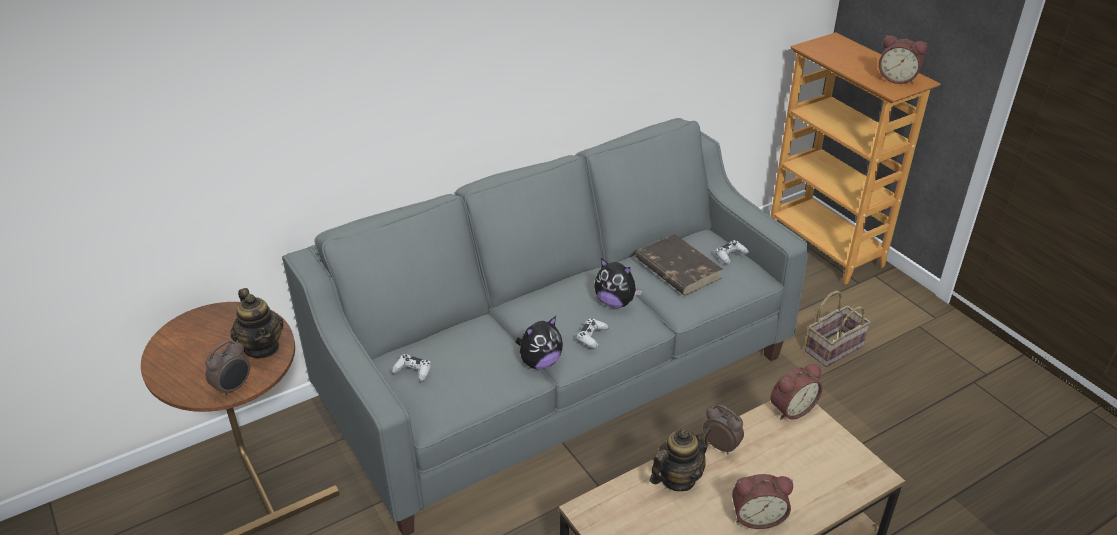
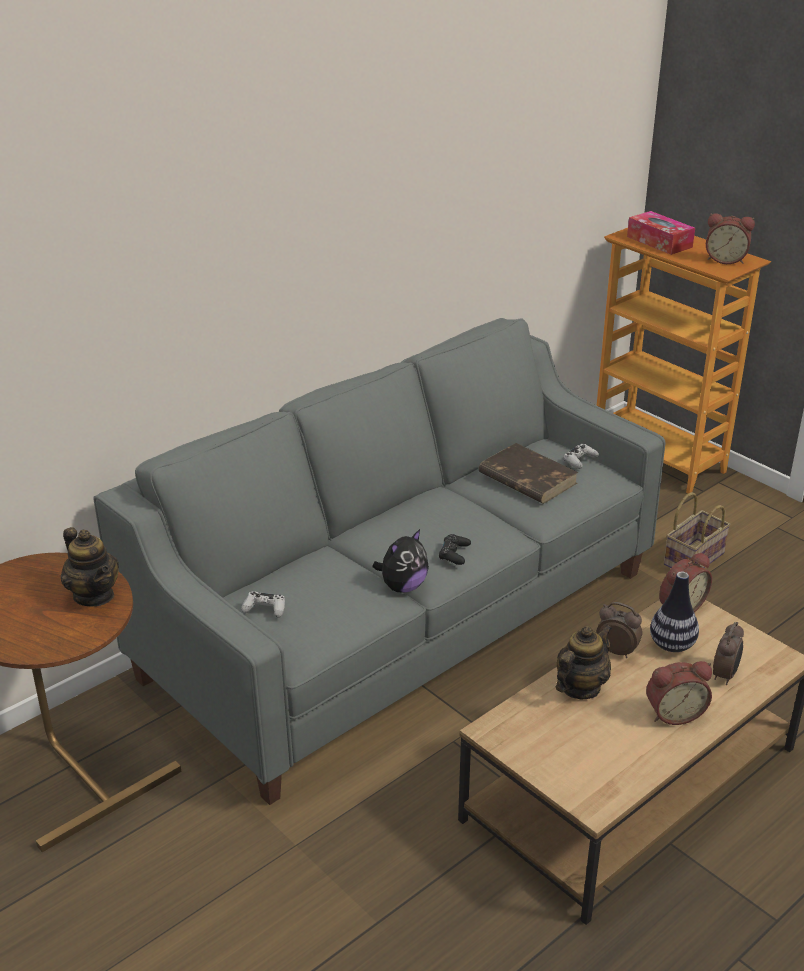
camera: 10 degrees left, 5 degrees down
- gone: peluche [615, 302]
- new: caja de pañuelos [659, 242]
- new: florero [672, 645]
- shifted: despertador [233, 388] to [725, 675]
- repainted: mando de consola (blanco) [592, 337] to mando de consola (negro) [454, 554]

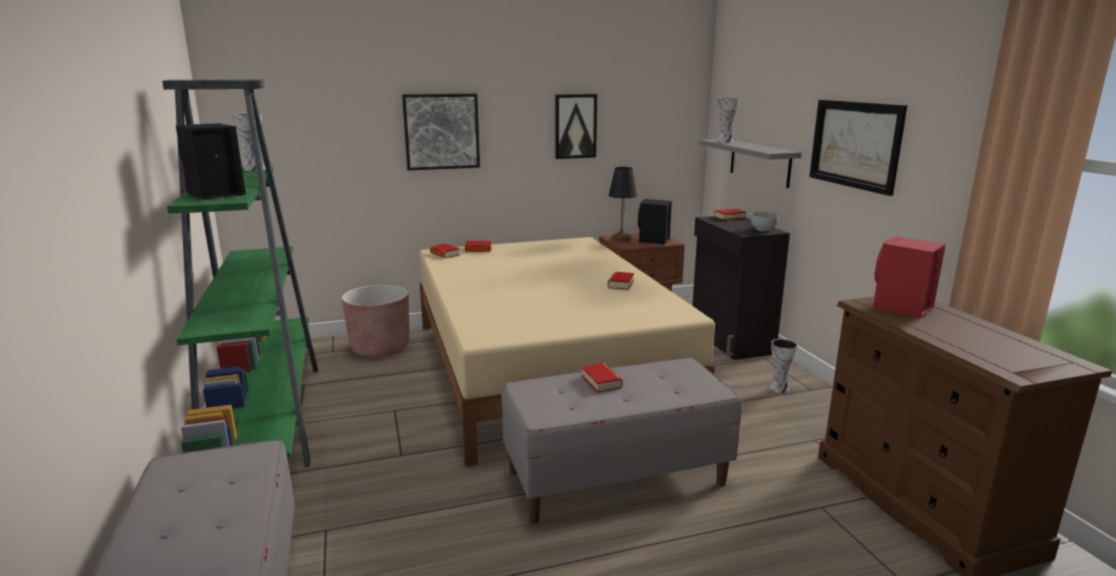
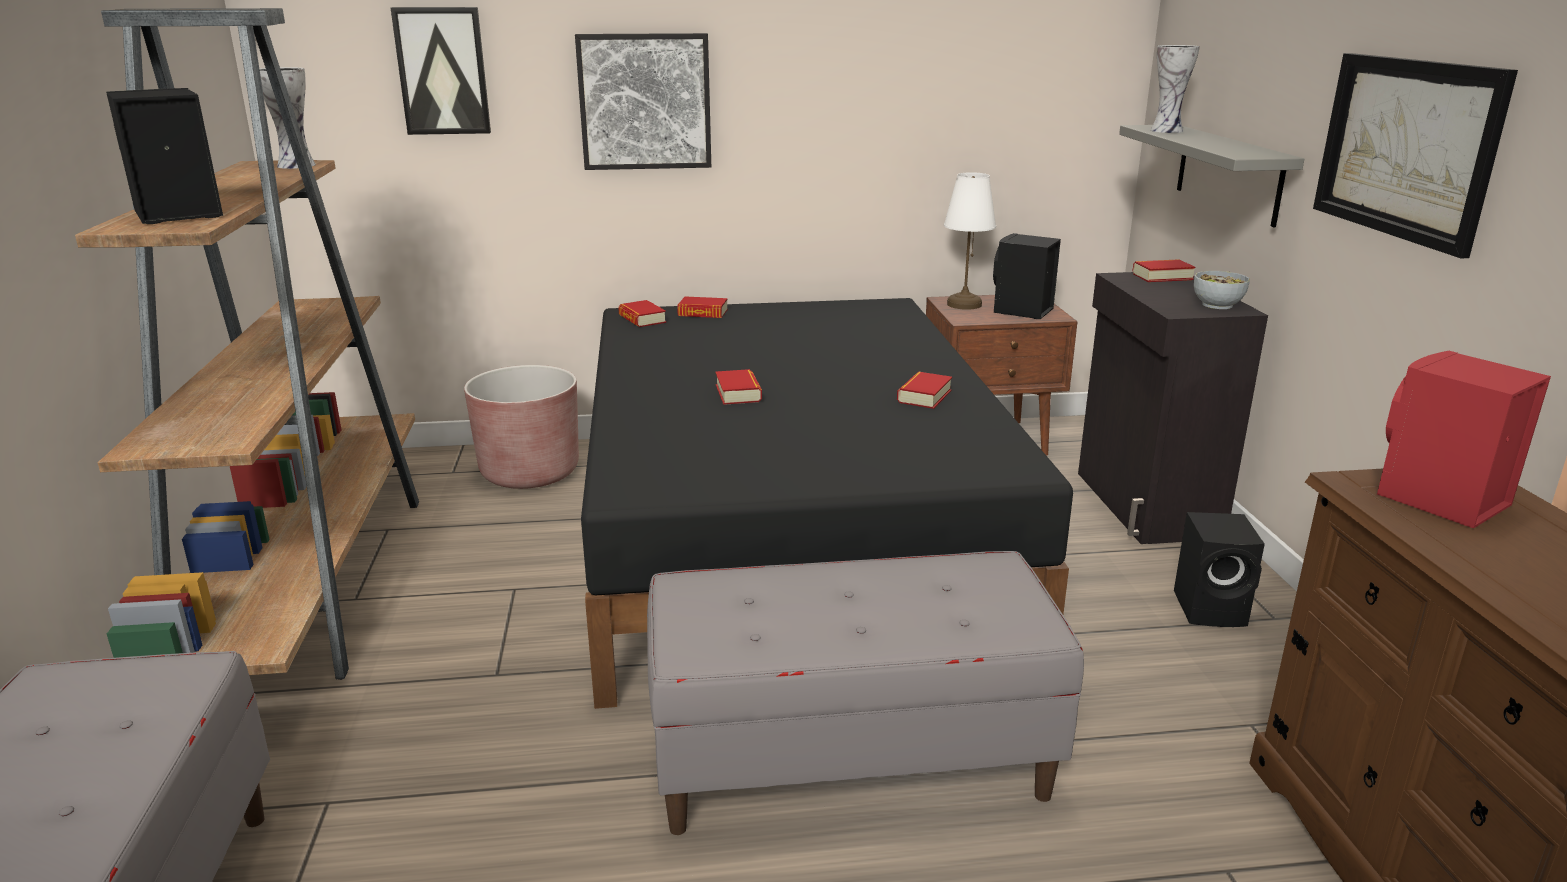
camera: 10 degrees right, 5 degrees up
- shifted: cuadro [575, 126] to [442, 71]
- shifted: libro [601, 382] to [738, 393]
- swapped: florero [779, 388] to altavoz (negro) [1212, 609]
- repainted: estantería (verde) [266, 416] to estantería (marrón) [310, 580]
- repainted: cama (beis) [544, 368] to cama (negro) [790, 533]
- repainted: lámpara de mesa (negro) [621, 239] to lámpara de mesa (blanco) [964, 304]

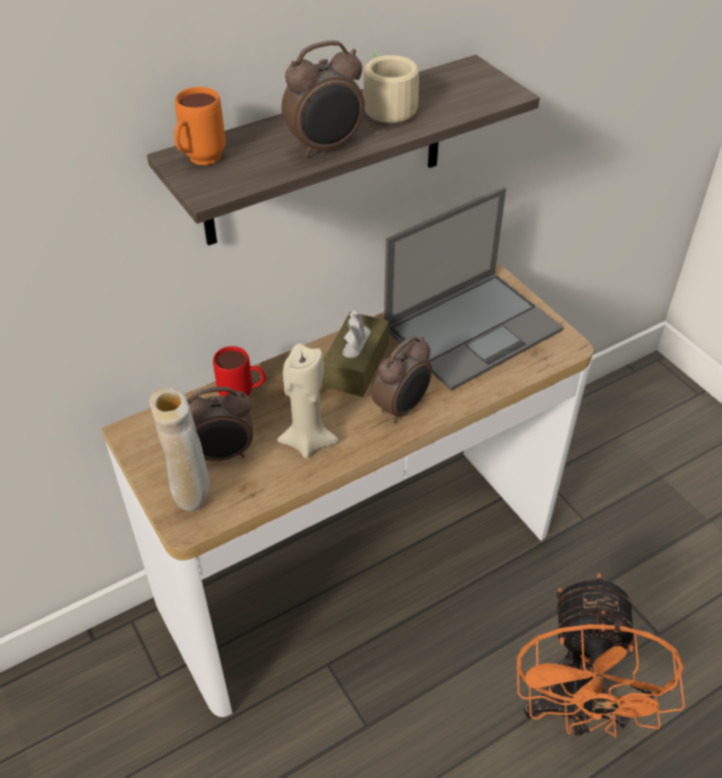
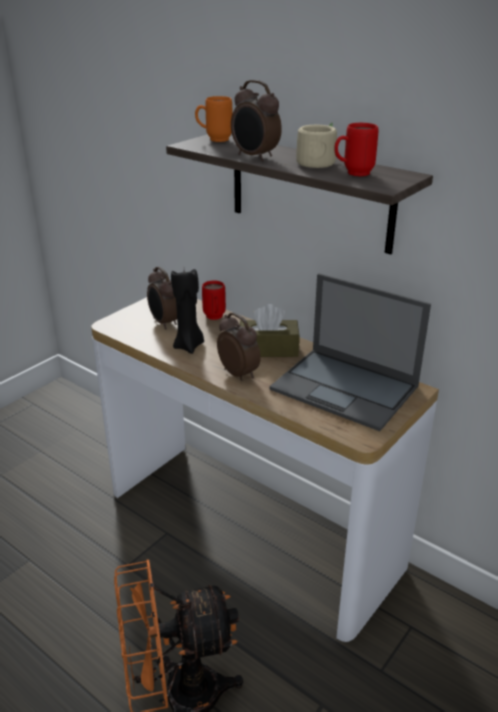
camera: 70 degrees right, 15 degrees down
- gone: florero (beis) [193, 499]
- new: taza grande (rojo) [352, 174]
- repainted: vela (beis) [307, 441] to vela (negro) [189, 346]
- rotated: despertador [402, 408] = [239, 373] 150 degrees counterclockwise

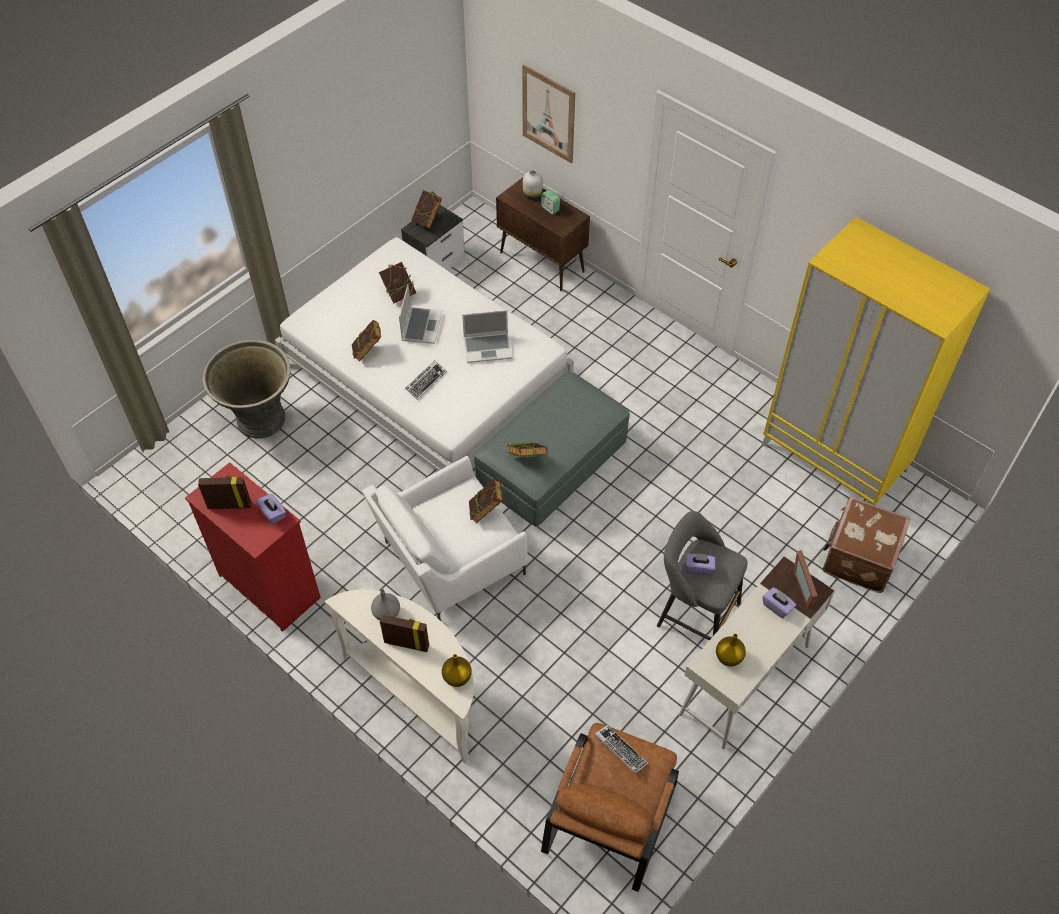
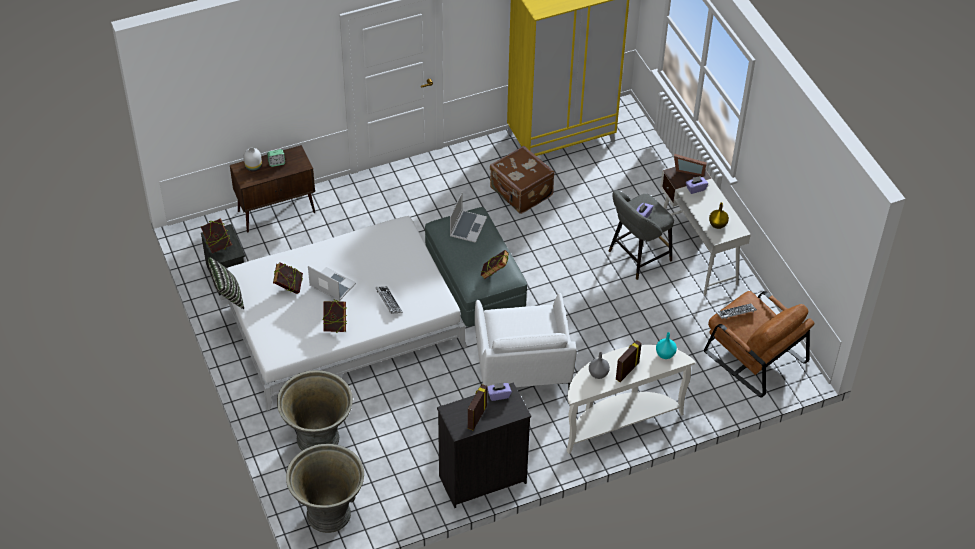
camera: 65 degrees left, 5 degrees down
- gone: libro [486, 511]
- gone: cuadro [548, 114]
- new: cojín [227, 296]
- new: maceta (gris) [329, 513]
- shifted: portátil [488, 348] to [467, 227]
- shifted: maleta (marrón) [858, 557] to [520, 192]
- repainted: cómoda (rojo) [269, 585] to cómoda (negro) [481, 479]
- repainted: florero (amarillo) [456, 678] to florero (turquesa) [665, 354]

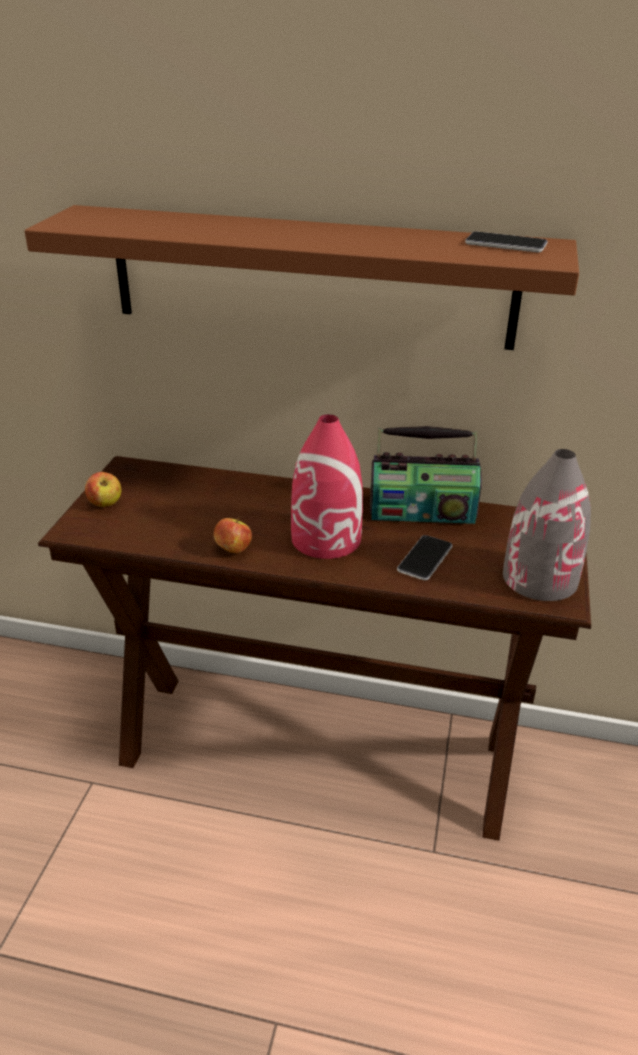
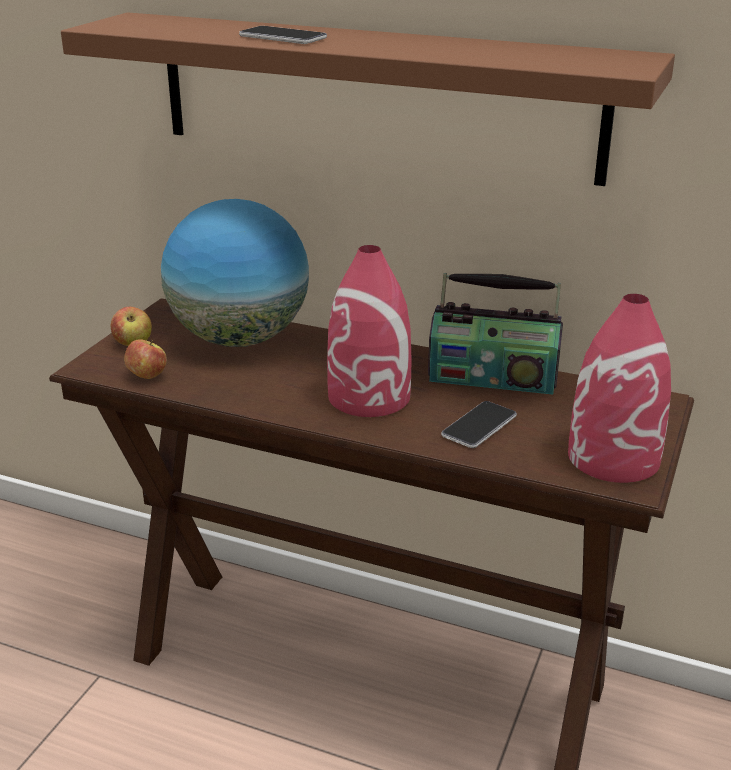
camera: 10 degrees right, 5 degrees down
- new: globo terráqueo [239, 339]
- shifted: manzana [233, 550] to [147, 376]
- shifted: móvil [505, 244] to [282, 37]
- repainted: florero (gris) [540, 578] to florero (rojo) [614, 457]

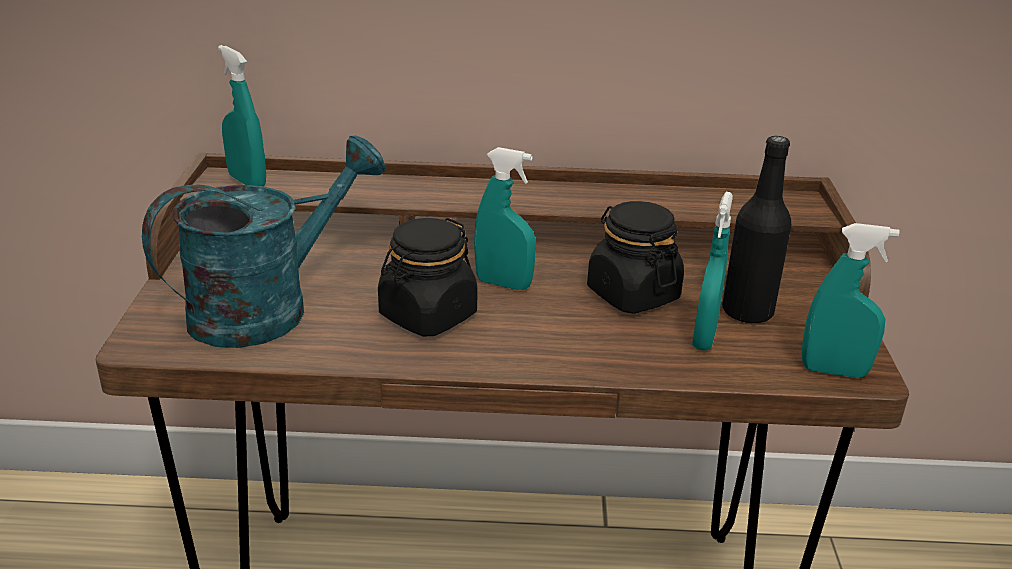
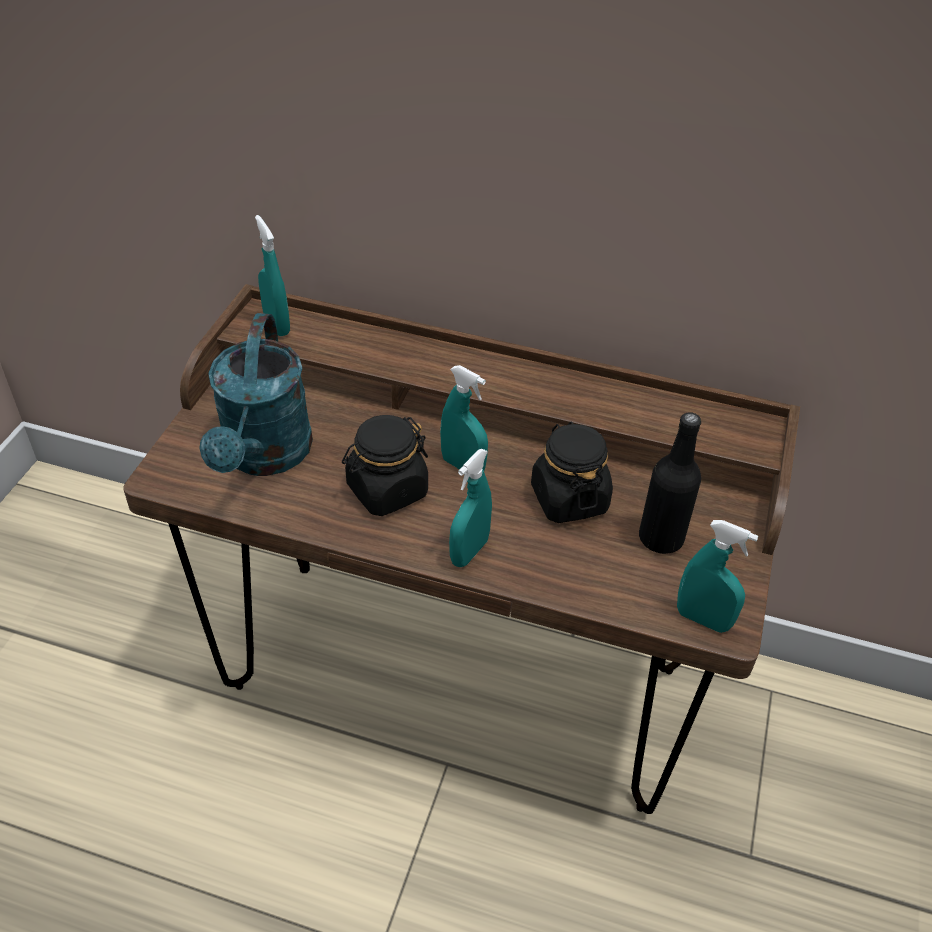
camera: 15 degrees right, 15 degrees up
- shifted: pulverizador (turquesa) [704, 338] to [469, 552]
- rotated: regadera (turquesa) [268, 307] = [264, 457] 120 degrees clockwise

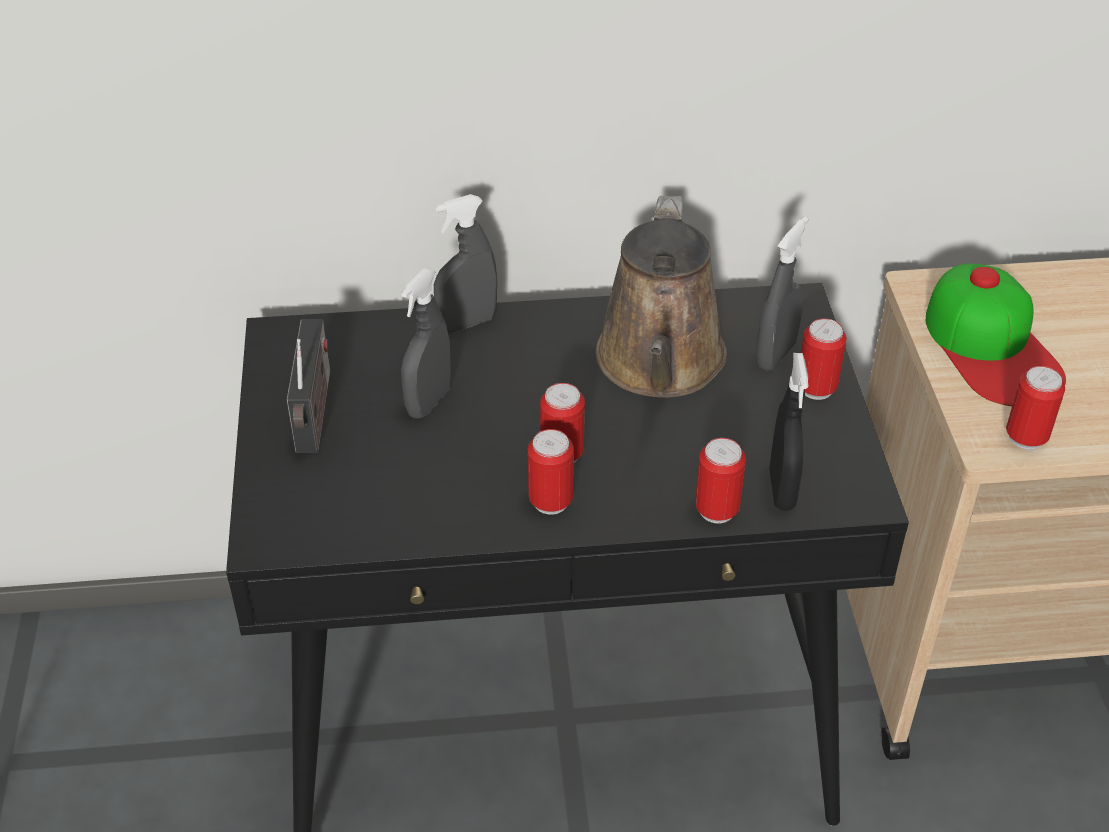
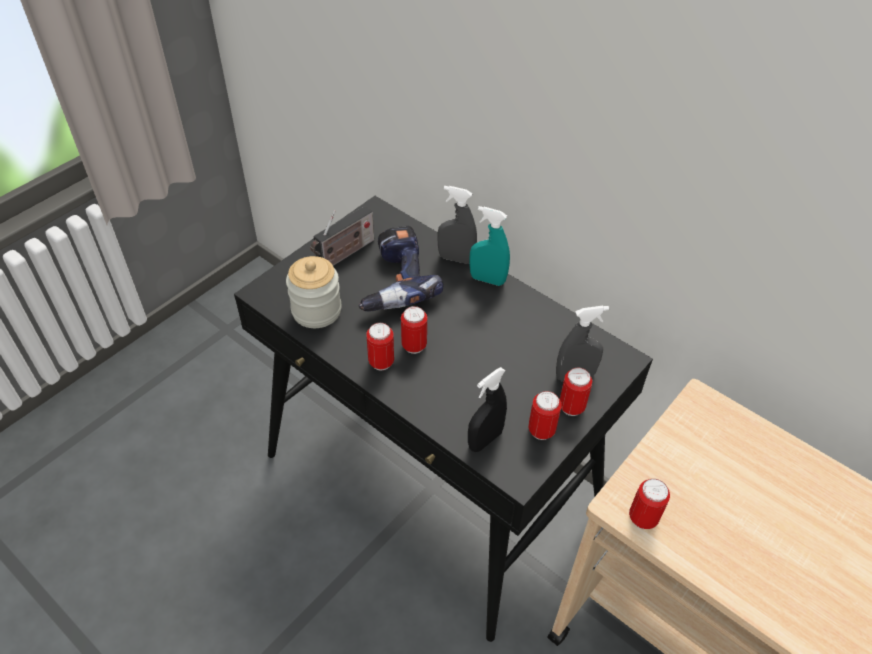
camera: 45 degrees right, 5 degrees up
- gone: regadera (marrón) [660, 364]
- gone: gorra [992, 347]
- new: tarro [316, 311]
- new: pulverizador (turquesa) [487, 279]
- shifted: lata [716, 510] to [541, 431]
- swapped: pulverizador (gris) [429, 402] to taladro [393, 282]

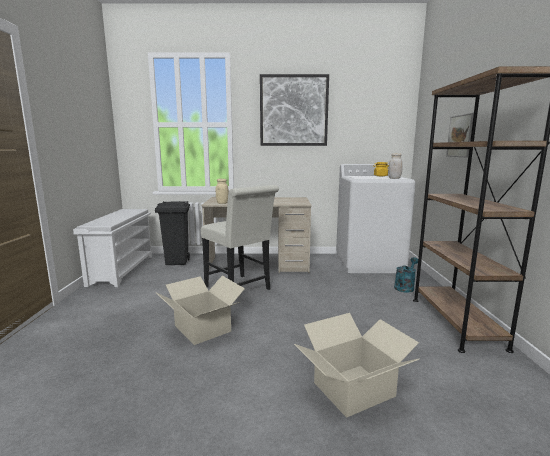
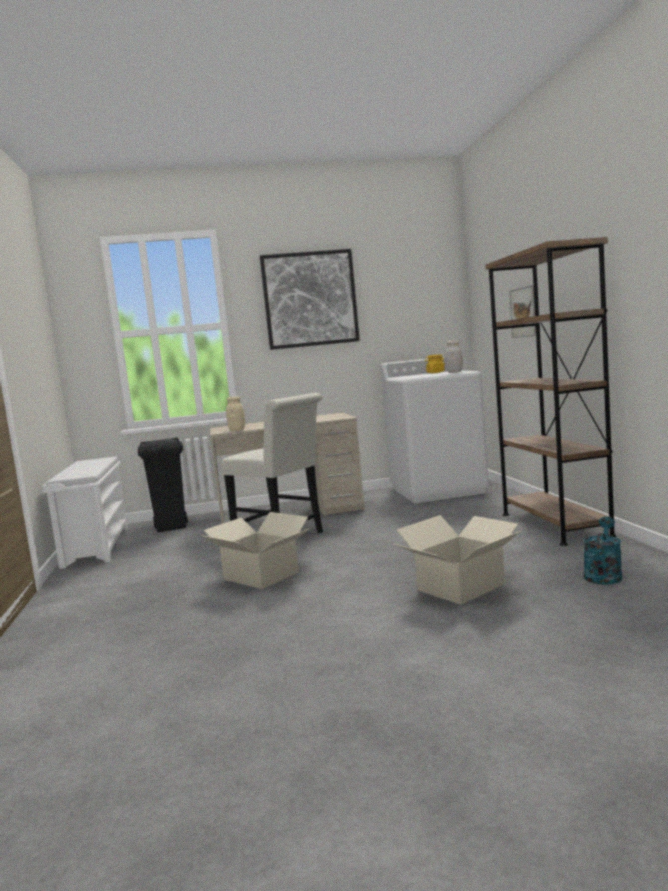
camera: 10 degrees left, 5 degrees down
- shifted: regadera (turquesa) [405, 287] to [603, 574]

